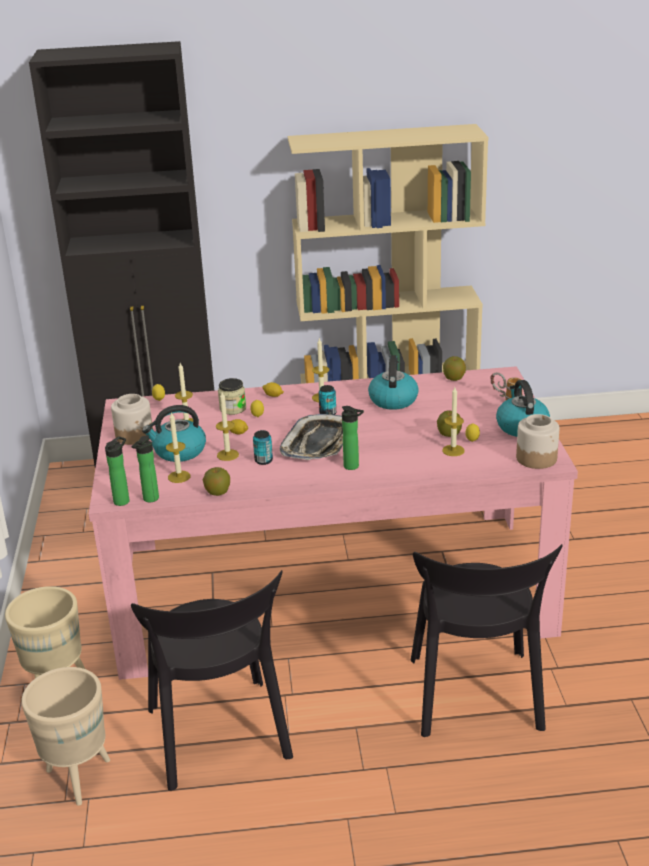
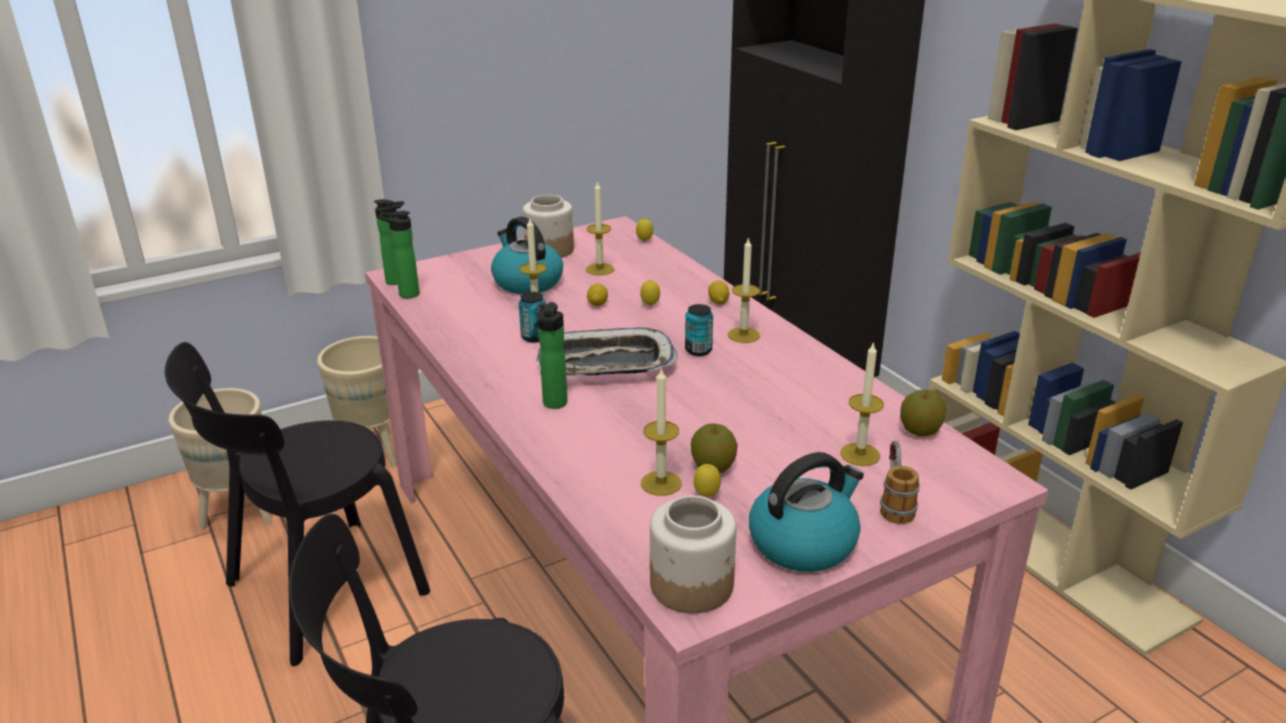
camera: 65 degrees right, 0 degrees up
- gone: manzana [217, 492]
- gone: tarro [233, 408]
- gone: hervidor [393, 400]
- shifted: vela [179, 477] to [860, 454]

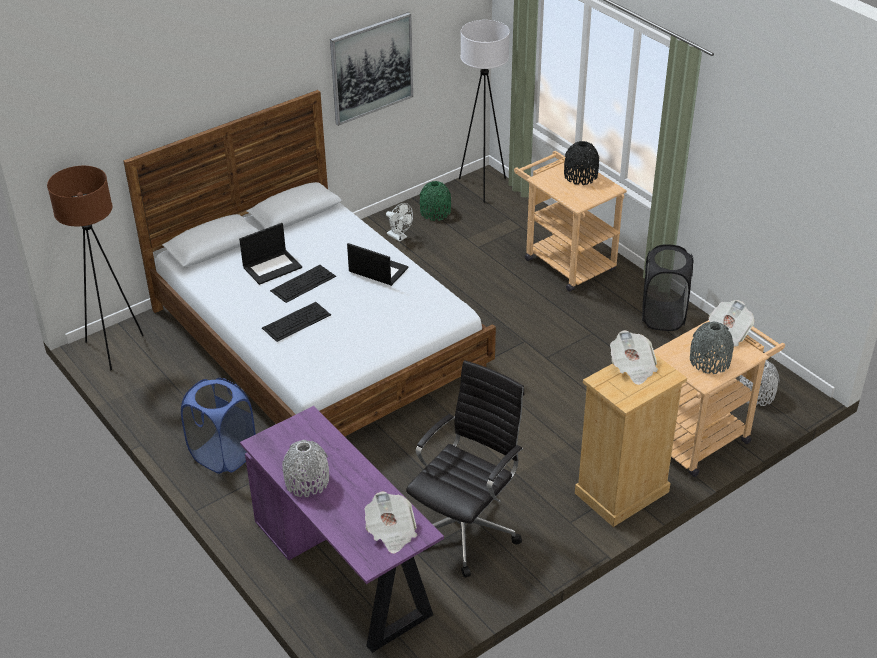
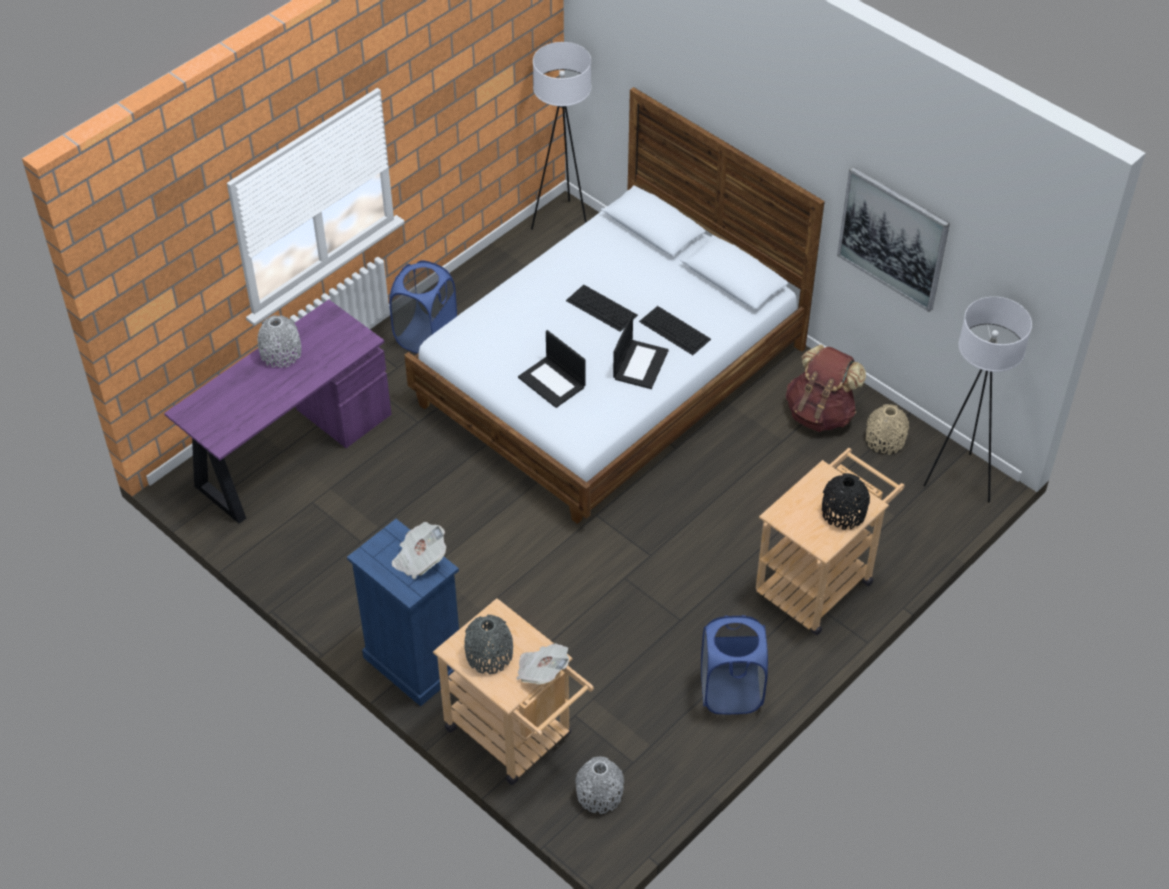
camera: 80 degrees right, 10 degrees up
- gone: periódico [391, 532]
- gone: silla de oficina (negro) [465, 528]
- shifted: portátil [272, 267] to [552, 382]
- shifted: teclado [297, 321] to [675, 330]
- swapped: ventilador (blanco) [399, 237] to mochila (marrón) [820, 413]
- repainted: lámpara de pie (marrón) [114, 348] to lámpara de pie (blanco) [563, 223]
- repainted: florero (verde) [435, 212] to florero (beis) [885, 440]
- repainted: cómoda (beis) [621, 493] to cómoda (azul) [413, 662]
- repainted: cesto de la ropa (negro) [663, 316] to cesto de la ropa (azul) [730, 691]

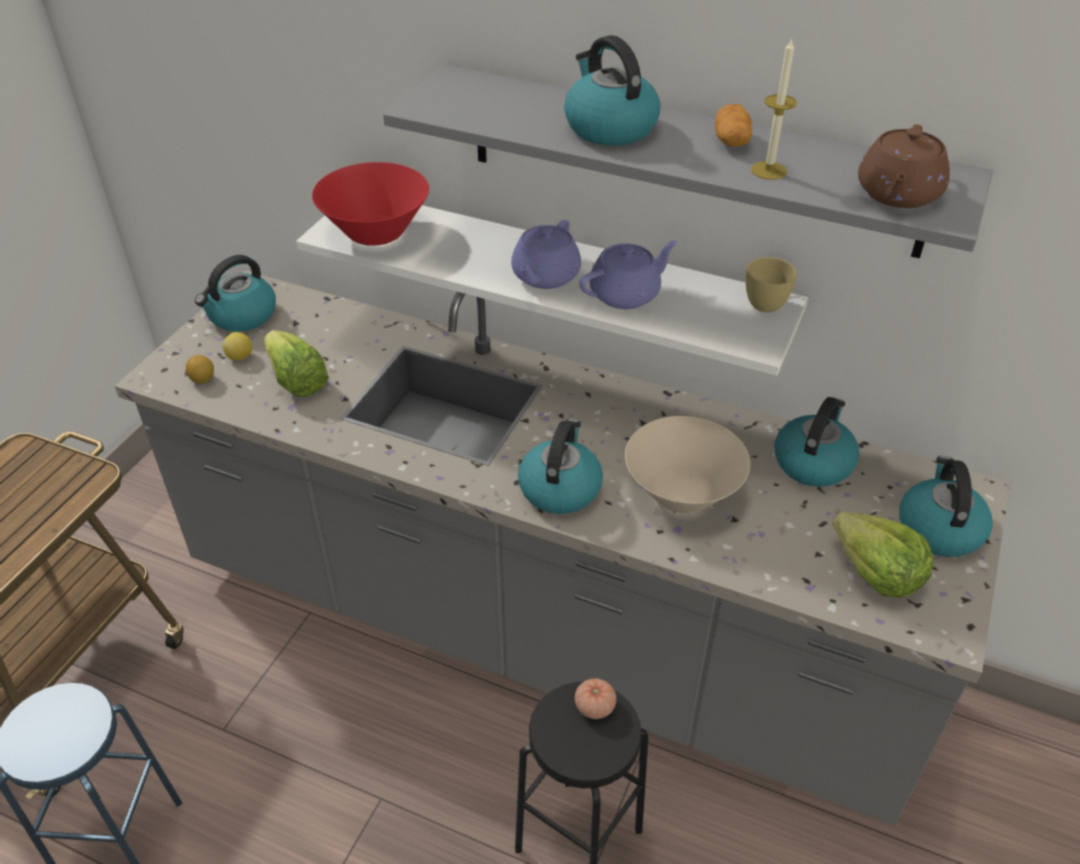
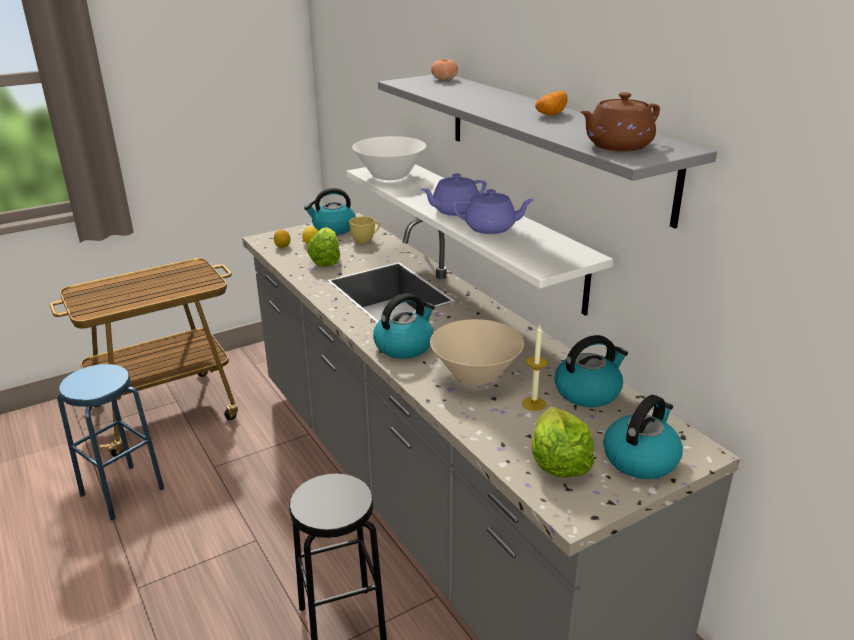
camera: 35 degrees right, 15 degrees down
- gone: hervidor [609, 127]
- shifted: tomate [594, 706] to [444, 79]
- shifted: taza (amarillo) [767, 301] to [366, 240]
- shifted: vela [769, 170] to [534, 403]
- repainted: cuenco (rojo) [376, 232] to cuenco (blanco) [390, 176]

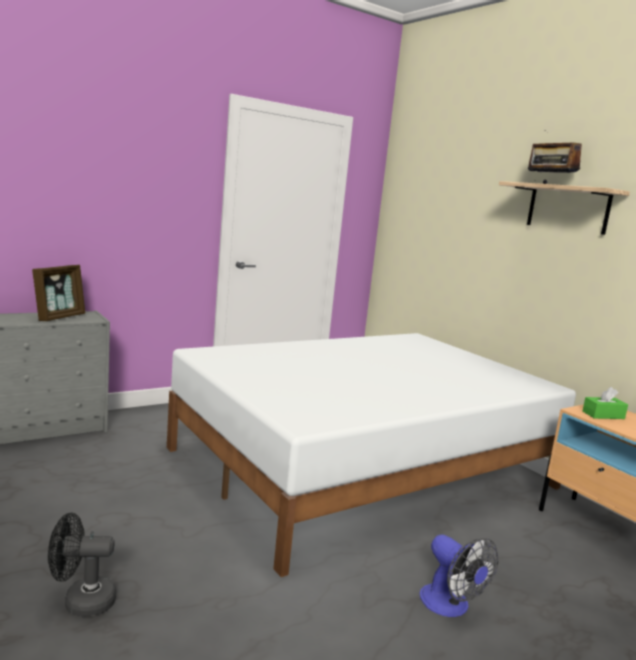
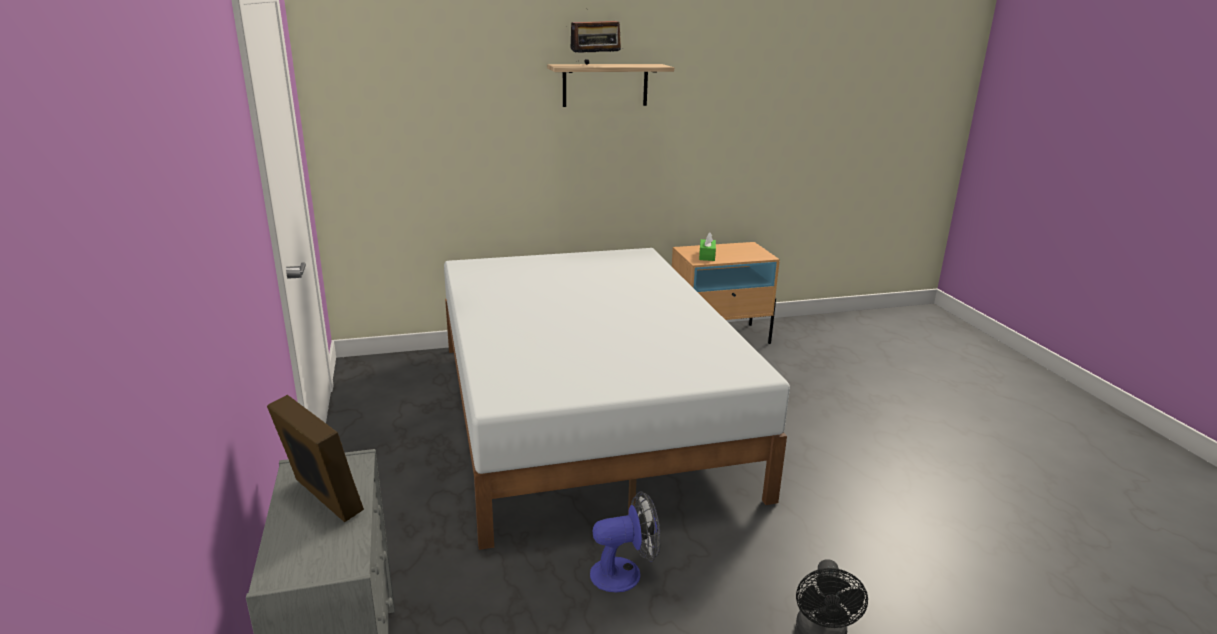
camera: 70 degrees left, 10 degrees up
- shifted: ventilador [450, 606] to [625, 573]

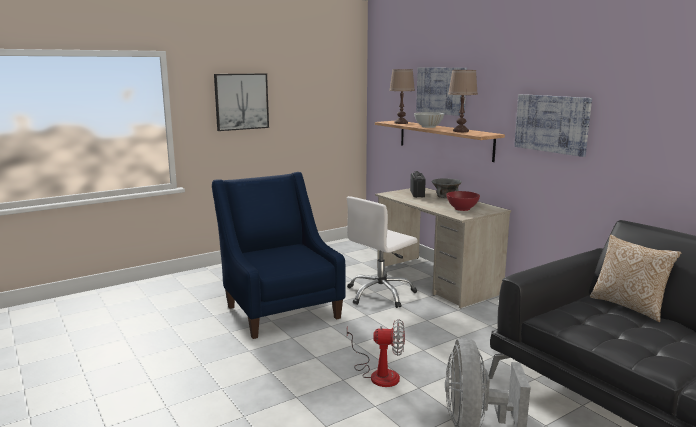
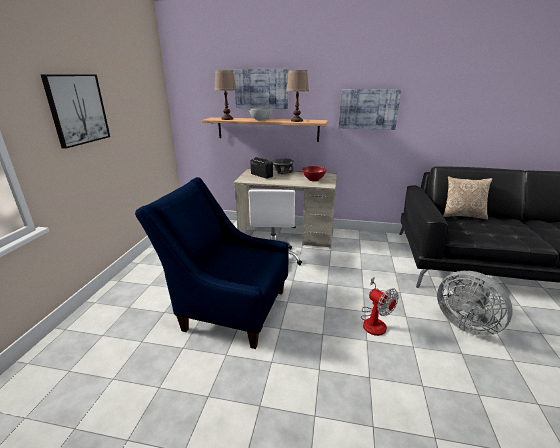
camera: 45 degrees left, 10 degrees up
- rotated: ventilador [378, 373] = [374, 321] 90 degrees clockwise

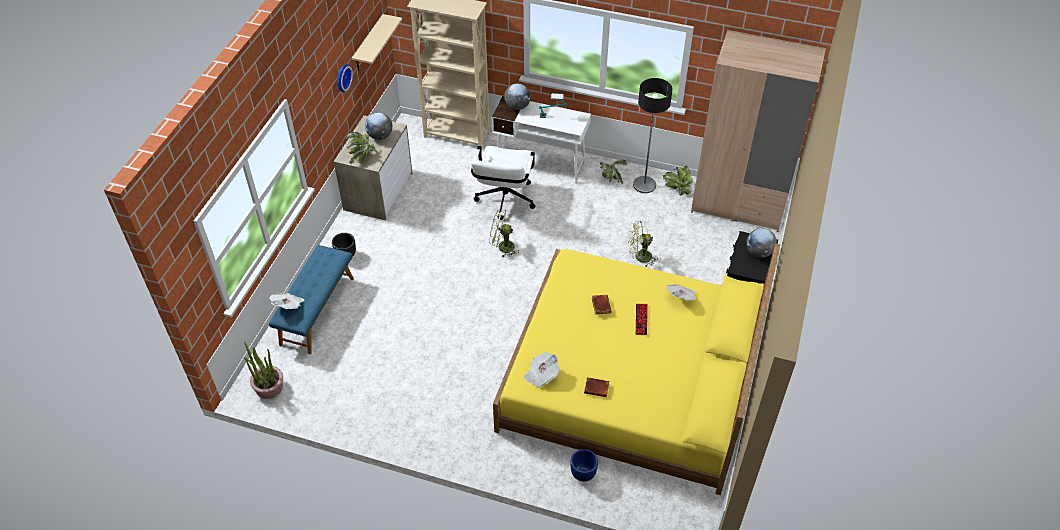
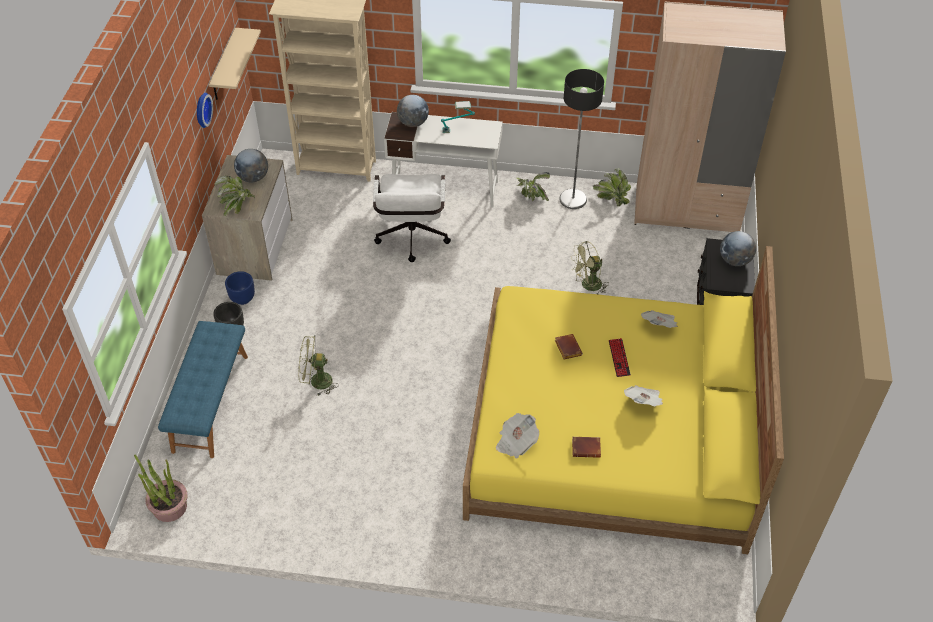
camera: 10 degrees left, 0 degrees up
- shifted: periódico [288, 306] to [643, 402]
- shifted: ventilador (verde) [502, 247] to [316, 382]
- shifted: maceta (azul) [583, 474] to [242, 299]

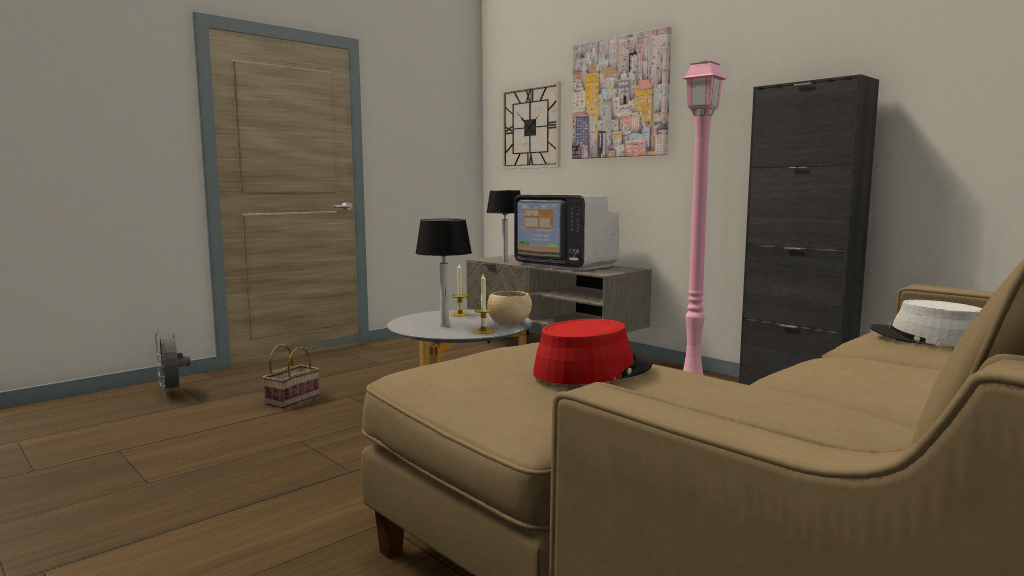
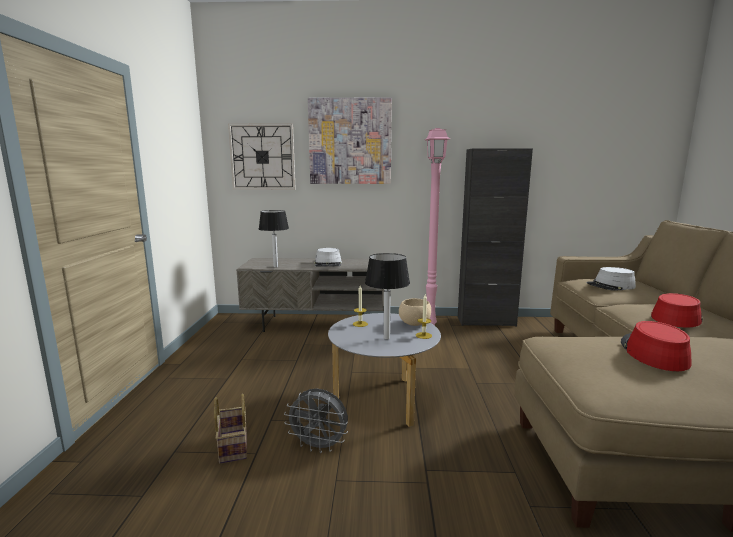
camera: 45 degrees left, 5 degrees up
- new: sombrero (rojo) [676, 317]
- shifted: ventilador (gris) [172, 393] to [319, 446]
- swapped: televisor [565, 265] to sombrero (gris) [328, 264]

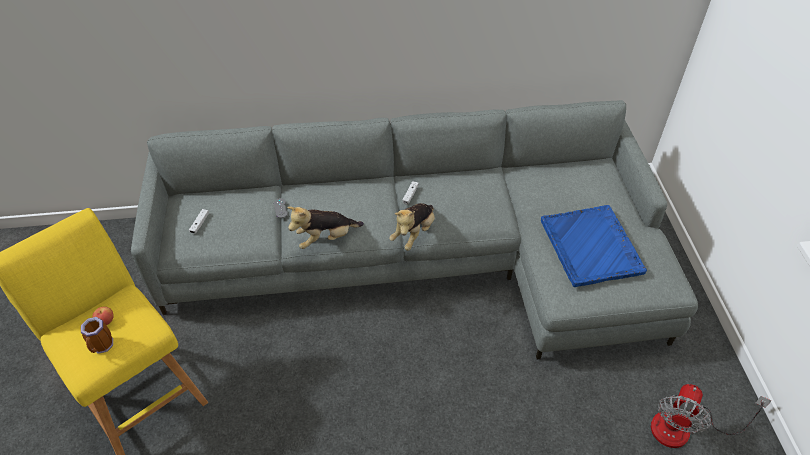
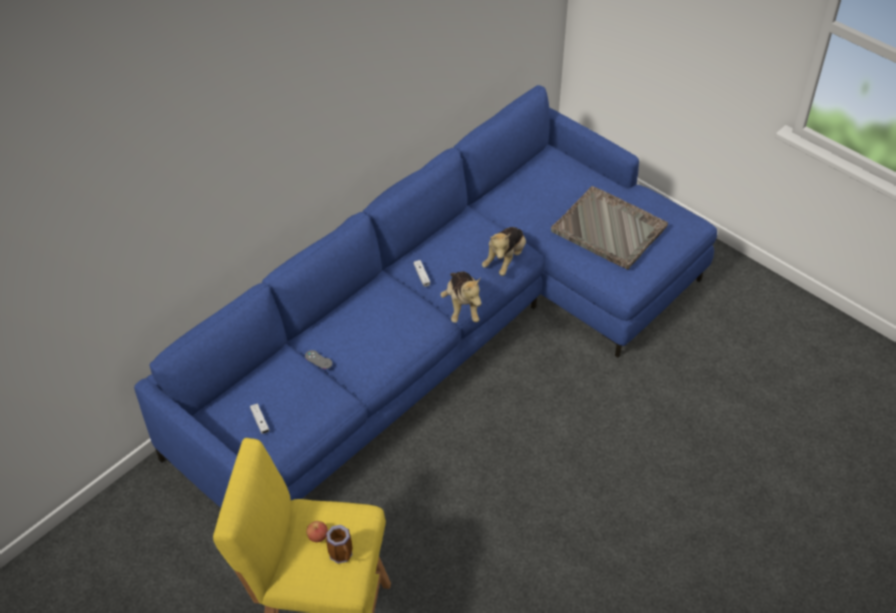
camera: 40 degrees left, 0 degrees up
- gone: ventilador [684, 428]
- shifted: peluche [326, 238] to [505, 259]
- repainted: sofá (gris) [428, 257] to sofá (azul) [448, 333]
- repainted: bandeja (azul) [591, 247] to bandeja (gris) [609, 230]

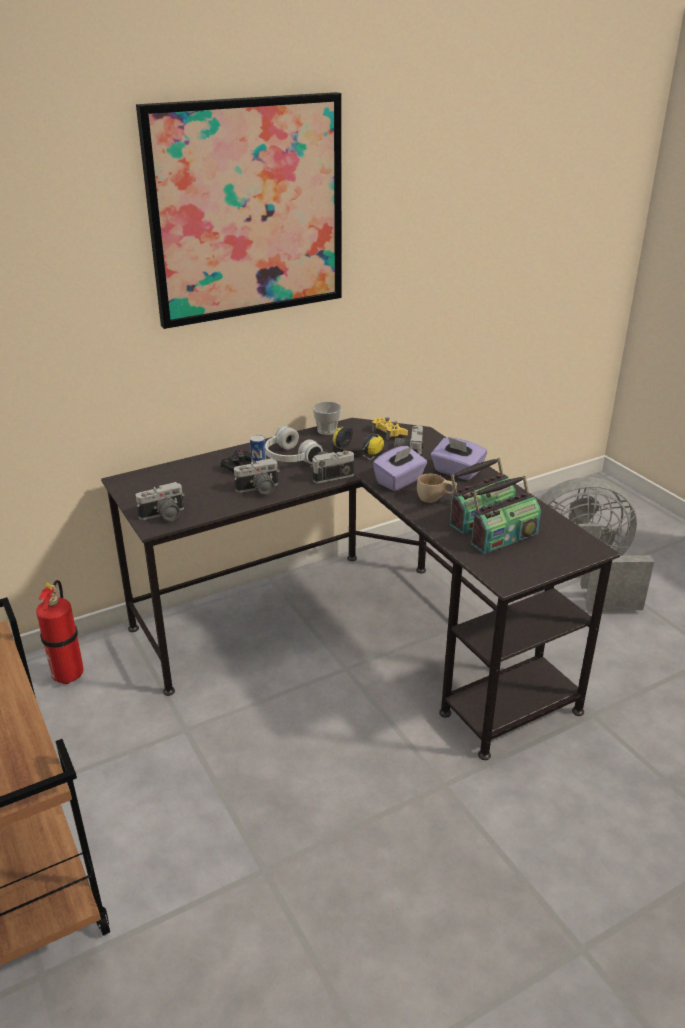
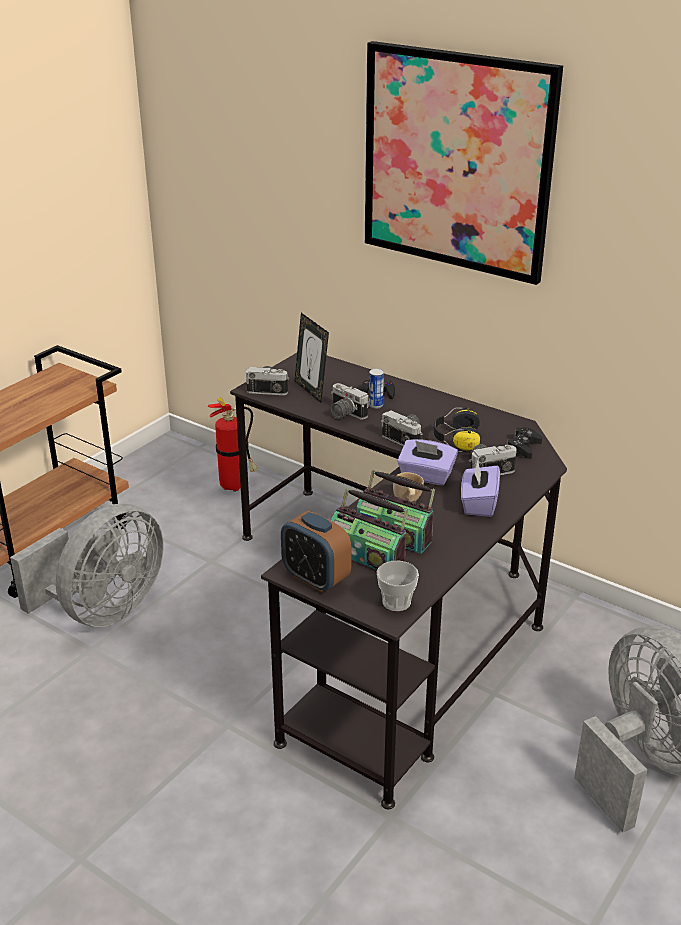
camera: 65 degrees right, 0 degrees up
- gone: auriculares (blanco) [289, 458]
- new: ventilador (gris) [103, 611]
- new: despertador [315, 578]
- new: portarretratos [311, 390]
- shifted: taza [327, 430] to [396, 602]
- repainted: mando de consola (amarillo) [388, 432] to mando de consola (negro) [523, 447]
- rotated: cámara [164, 516] = [269, 388] 150 degrees clockwise

